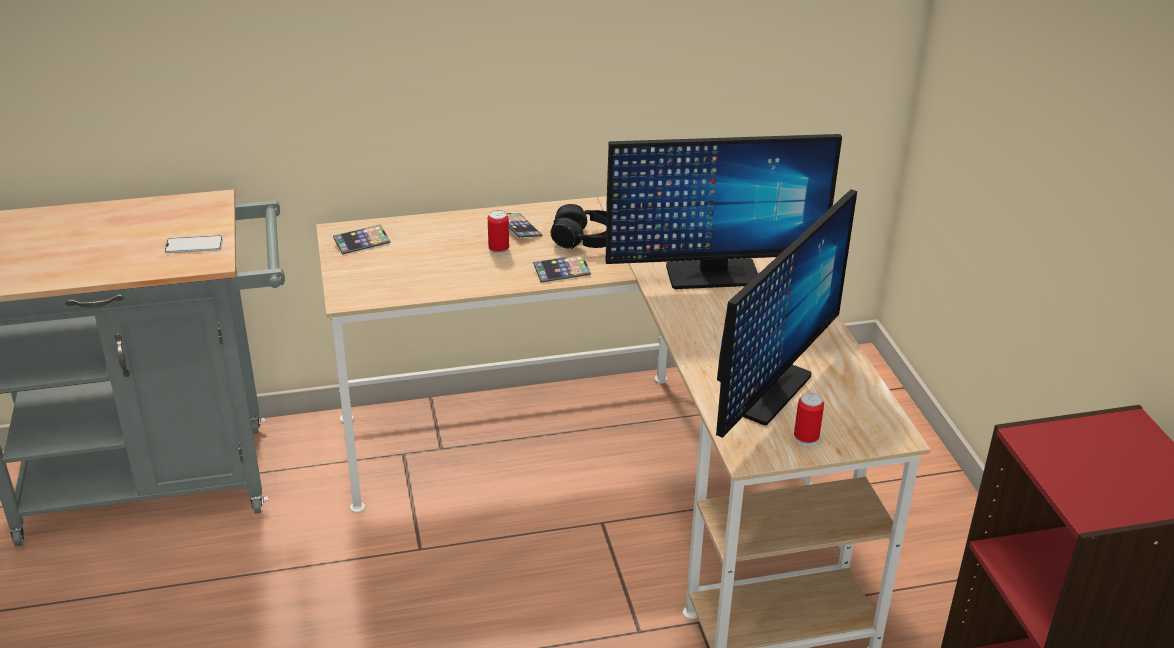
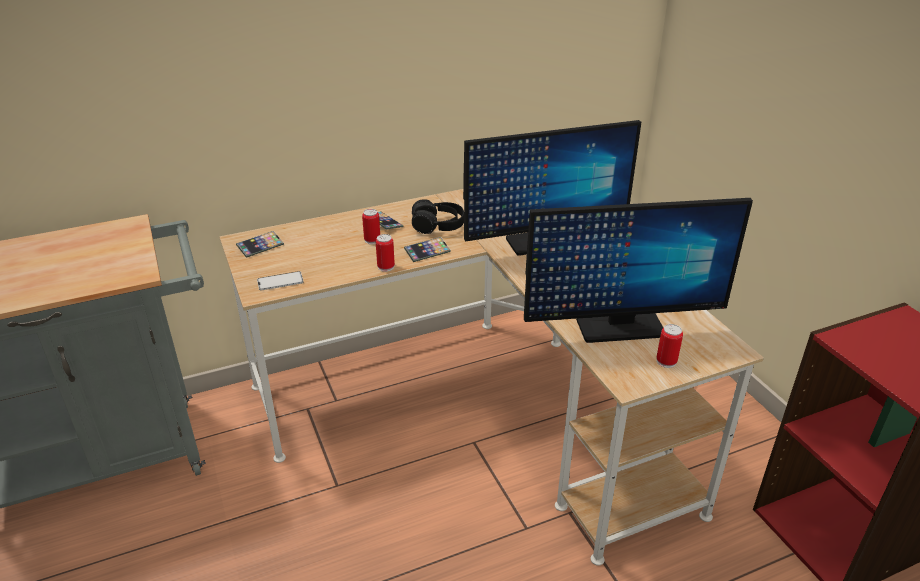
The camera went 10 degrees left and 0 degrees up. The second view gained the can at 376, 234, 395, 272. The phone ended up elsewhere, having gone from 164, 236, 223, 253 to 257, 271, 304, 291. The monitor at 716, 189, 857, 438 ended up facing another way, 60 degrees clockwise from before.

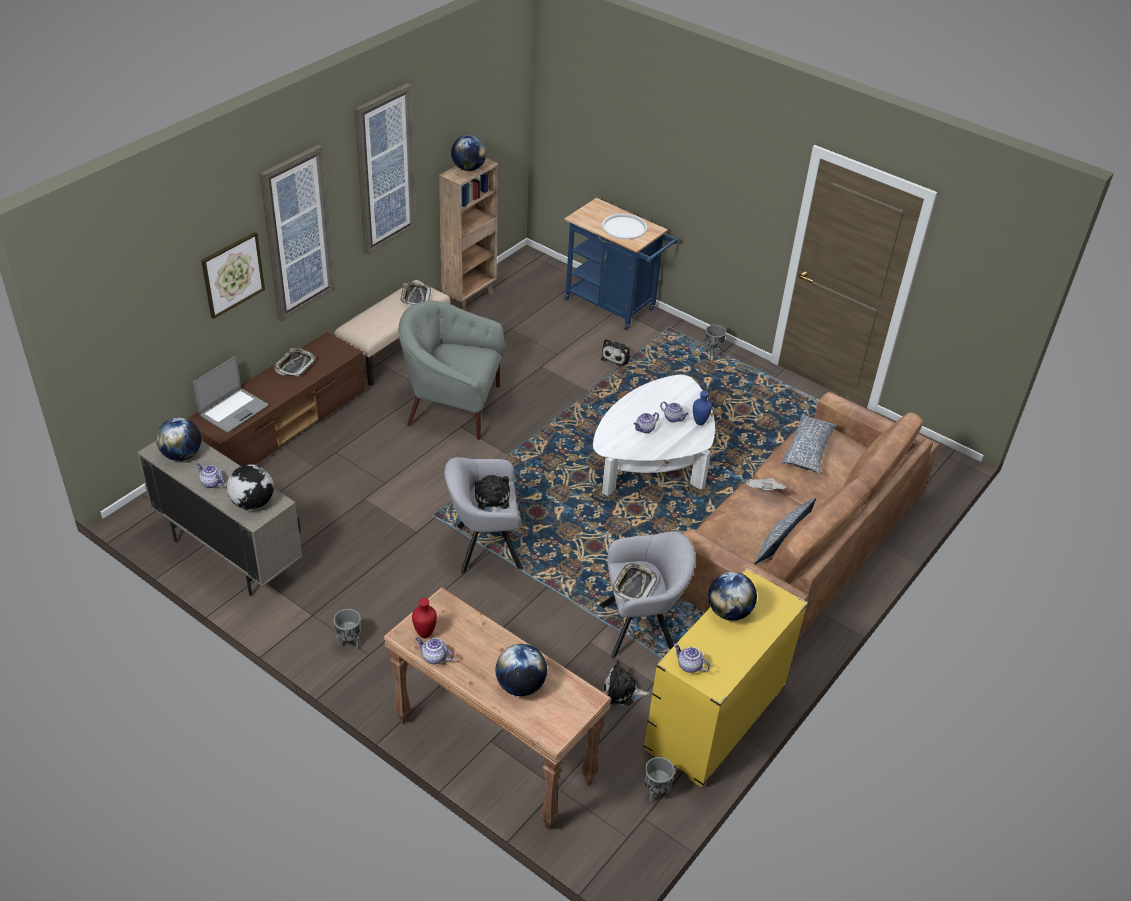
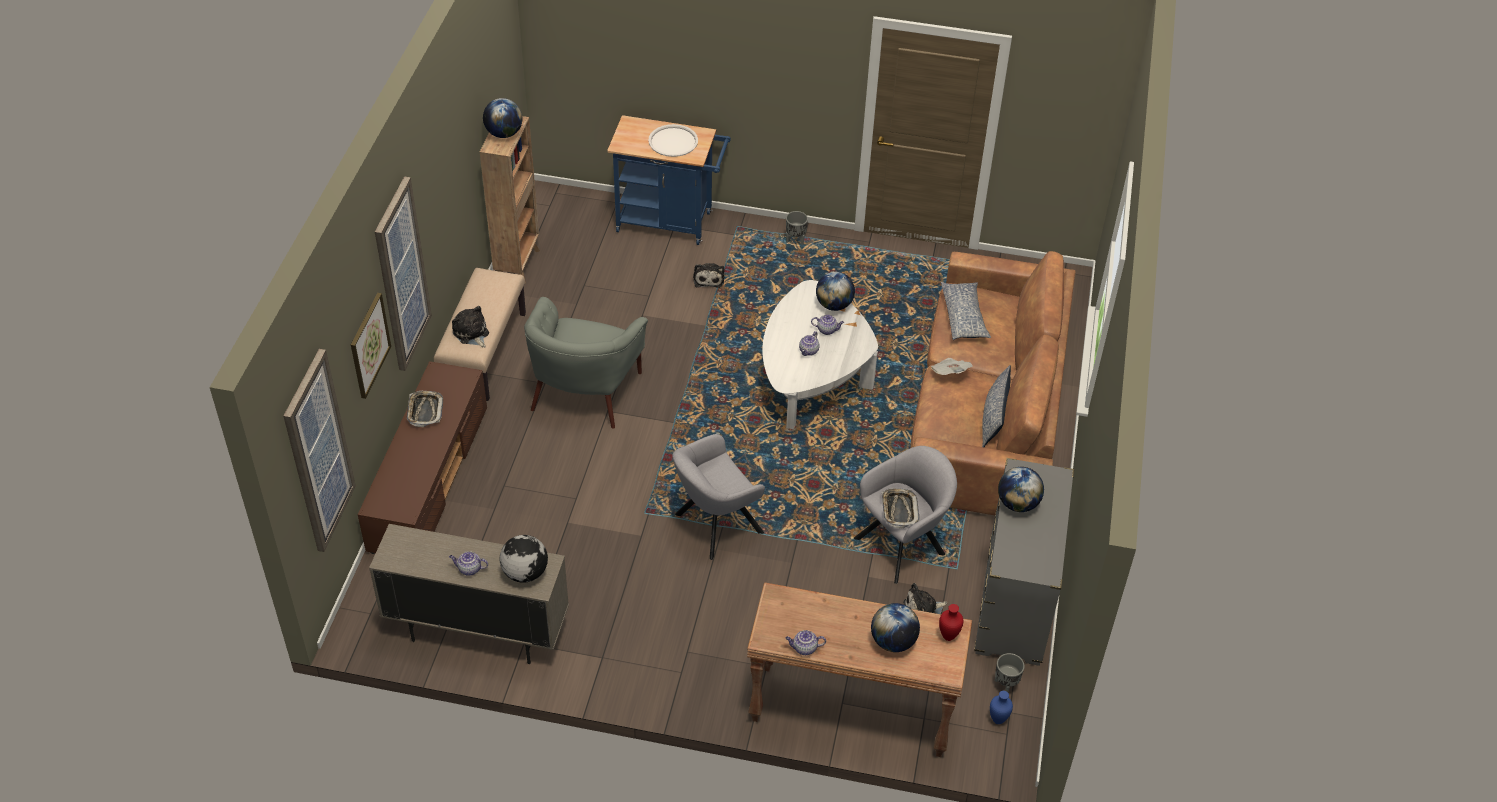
The camera went 25 degrees left and 5 degrees up. The second view lost the laptop at 193, 356, 268, 432. The second view lost the grey planter at 333, 609, 361, 648. The second view lost the tray at 400, 282, 431, 306. The second view lost the teapot at 674, 644, 710, 673. The globe ended up elsewhere, having gone from 156, 418, 201, 461 to 816, 272, 855, 311. The picture ended up elsewhere, having gone from 354, 83, 416, 255 to 283, 349, 356, 552. The red vase ended up elsewhere, having gone from 412, 598, 437, 638 to 939, 604, 964, 641. The plush toy ended up elsewhere, having gone from 475, 475, 510, 512 to 452, 306, 489, 348. The blue vase ended up elsewhere, having gone from 693, 391, 712, 425 to 990, 691, 1013, 724. What was the yellow dresser at 644, 568, 808, 787 turned into the grey dresser at 974, 458, 1074, 666. The grey armchair at 398, 300, 505, 440 ended up facing another way, 60 degrees counterclockwise from before.

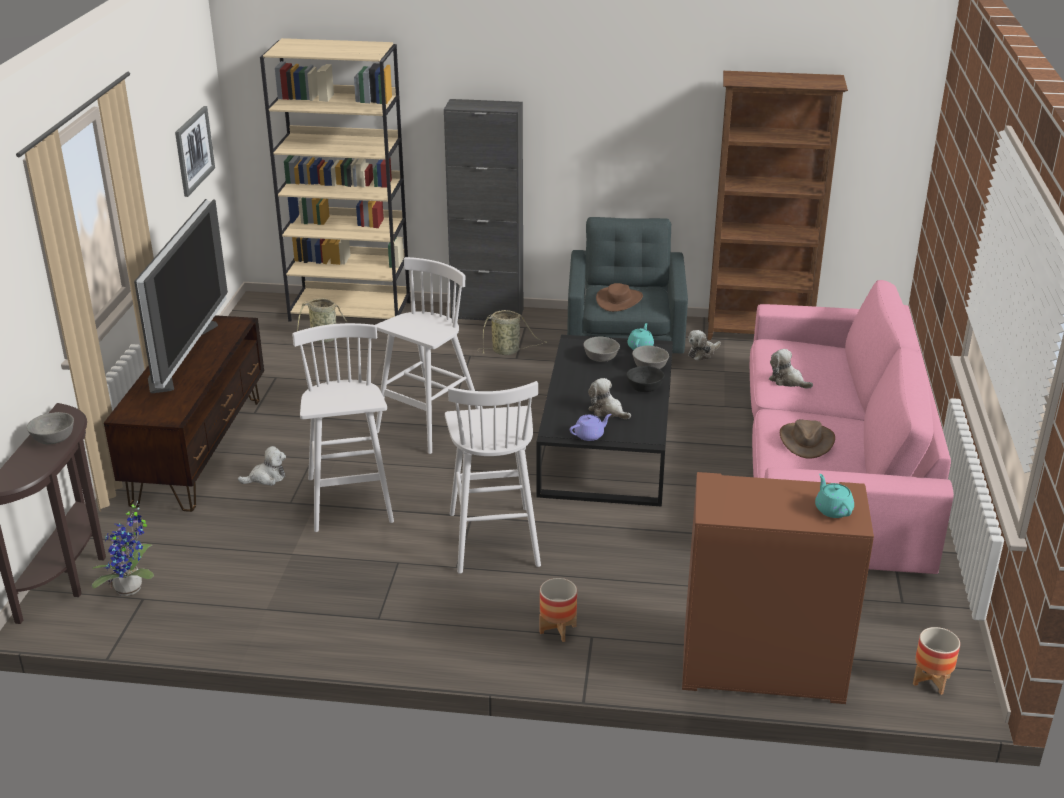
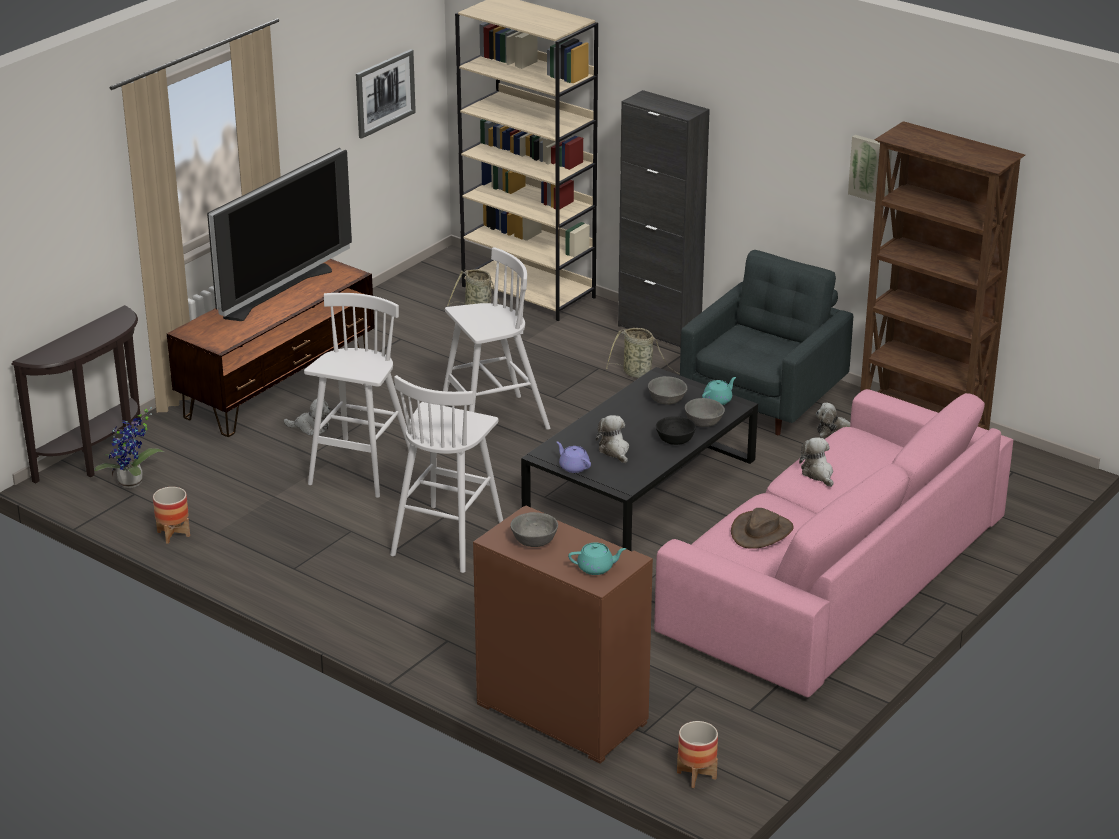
The camera went 30 degrees right and 0 degrees up. The second view lost the brown hat at 596, 283, 643, 312. The second view gained the picture at 848, 135, 892, 202. The grey bowl ended up elsewhere, having gone from 27, 412, 74, 444 to 510, 512, 558, 547. The planter ended up elsewhere, having gone from 539, 578, 577, 642 to 153, 487, 190, 544. The purple teapot at 570, 414, 611, 441 ended up facing another way, 135 degrees counterclockwise from before. The turquoise teapot at 815, 474, 854, 518 ended up facing another way, 75 degrees clockwise from before.

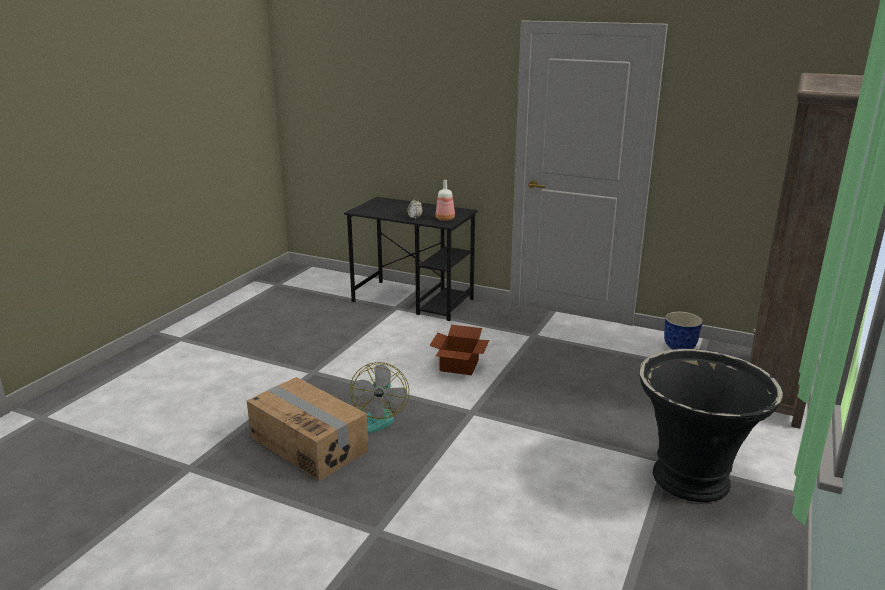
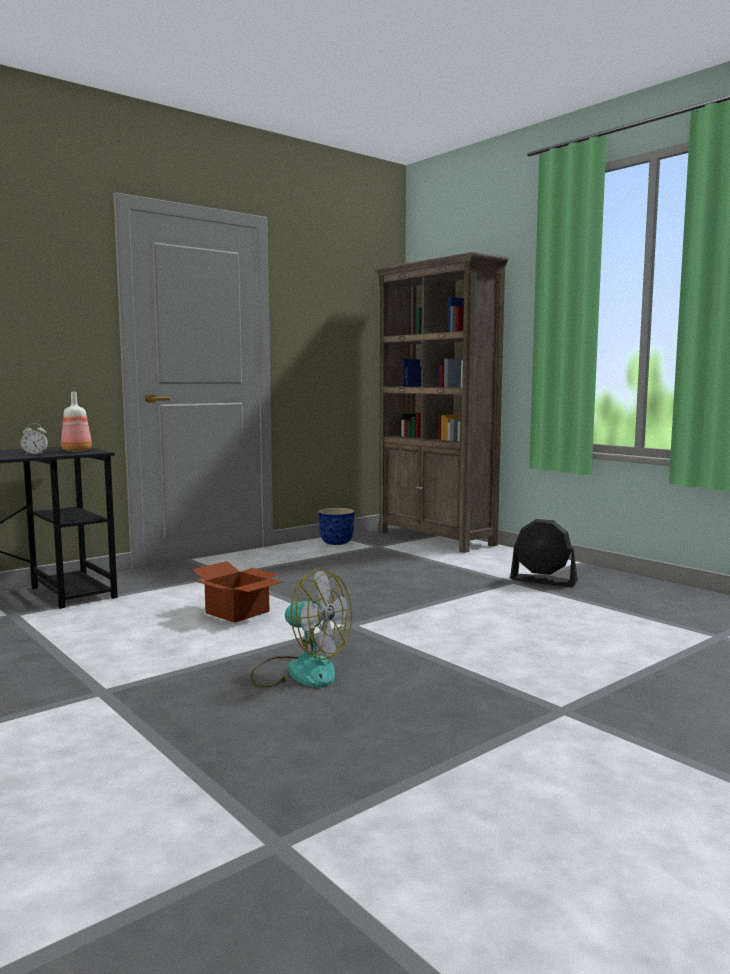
The camera went 65 degrees left and 15 degrees down. The second view lost the cardboard box at 247, 377, 368, 481. Where the black planter stood at 639, 349, 783, 502, the black fan came to stand at 510, 519, 578, 587.

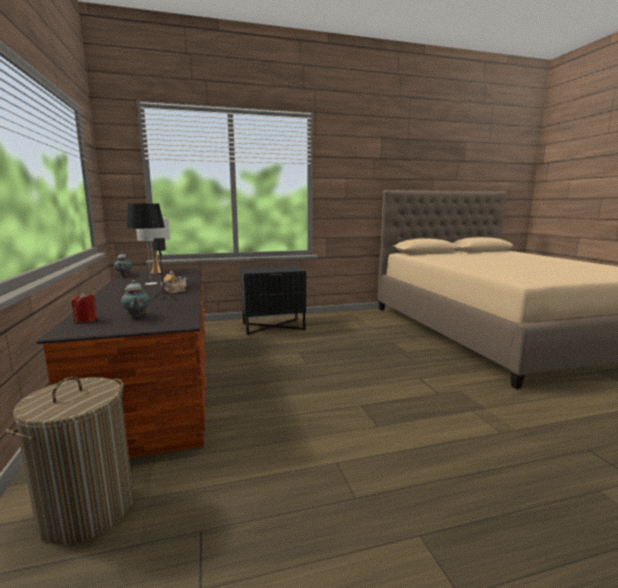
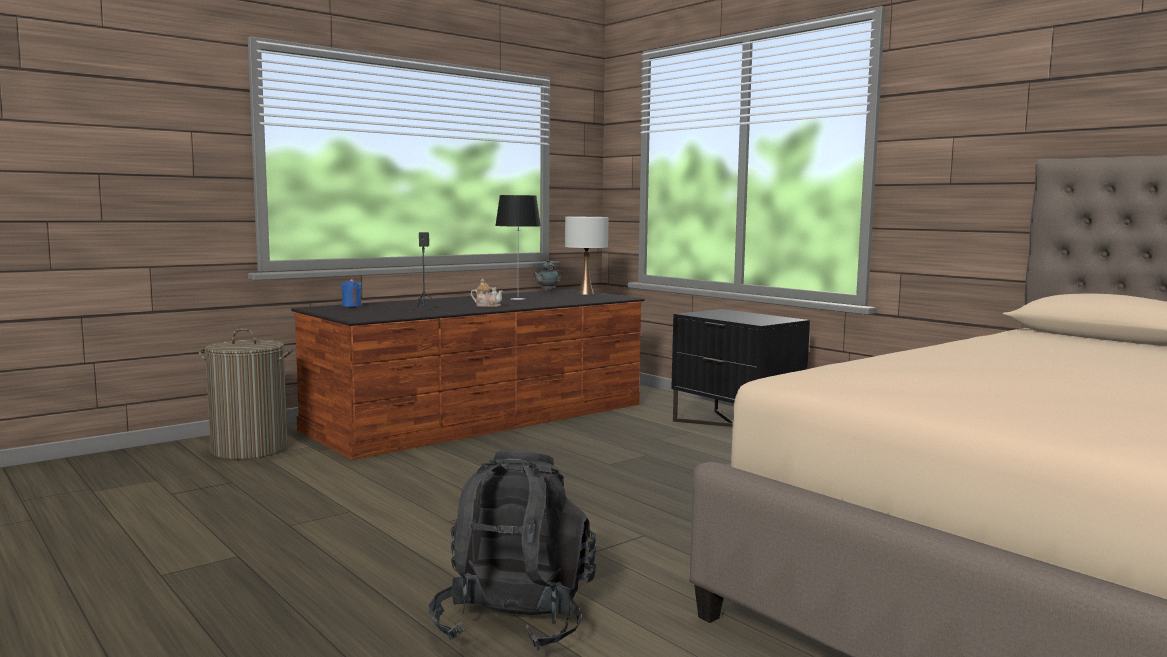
The camera went 65 degrees right and 5 degrees down. The second view lost the teapot at 121, 280, 150, 318. The second view gained the black backpack at 429, 450, 596, 651. What was the red candle at 72, 292, 97, 323 turned into the blue candle at 341, 278, 361, 307.

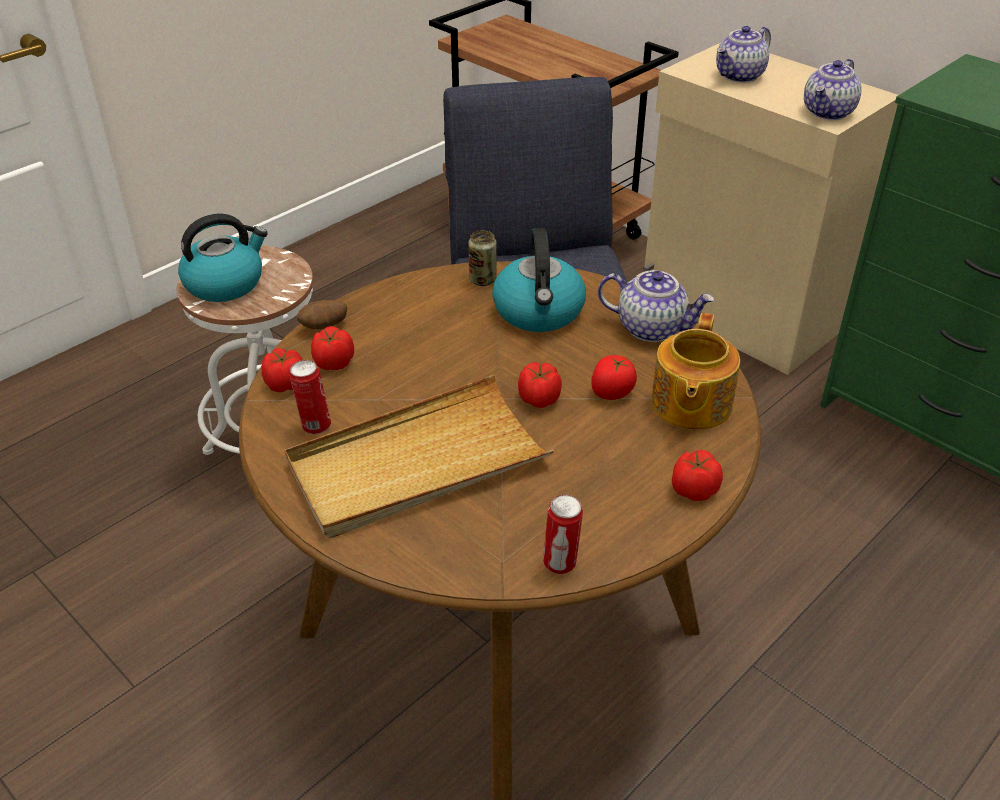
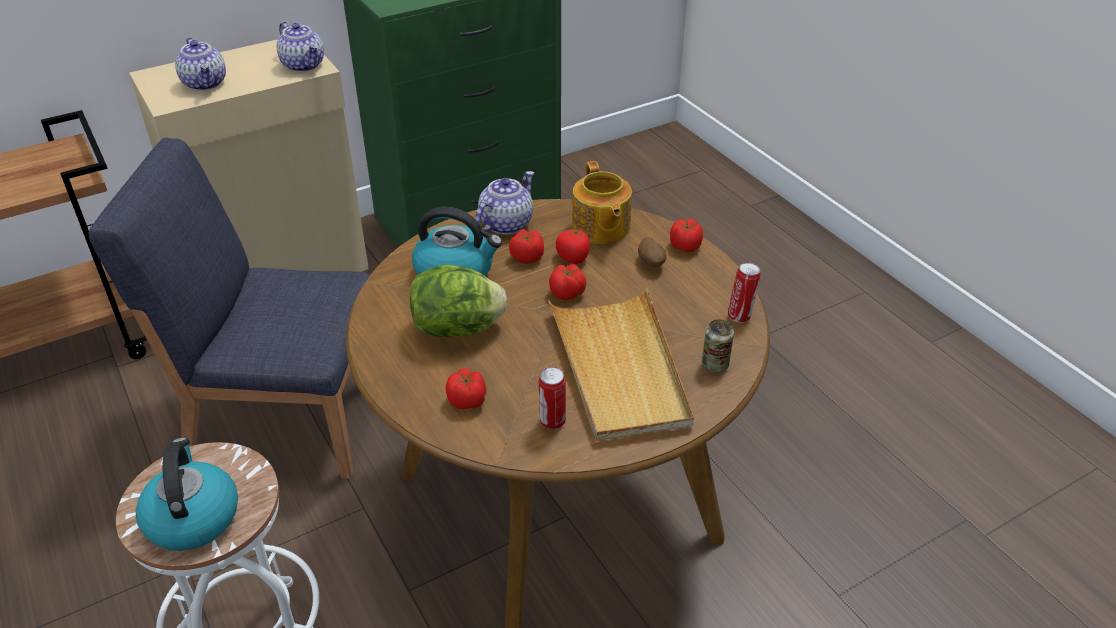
The camera went 75 degrees left and 0 degrees up. The second view gained the lettuce at 410, 265, 507, 337. The tomato ended up elsewhere, having gone from 262, 348, 302, 392 to 509, 229, 544, 264. The potato ended up elsewhere, having gone from 296, 300, 347, 330 to 638, 237, 666, 267. The can ended up elsewhere, having gone from 468, 230, 497, 286 to 702, 319, 734, 373. The teapot at 651, 313, 740, 430 ended up facing another way, 45 degrees clockwise from before.

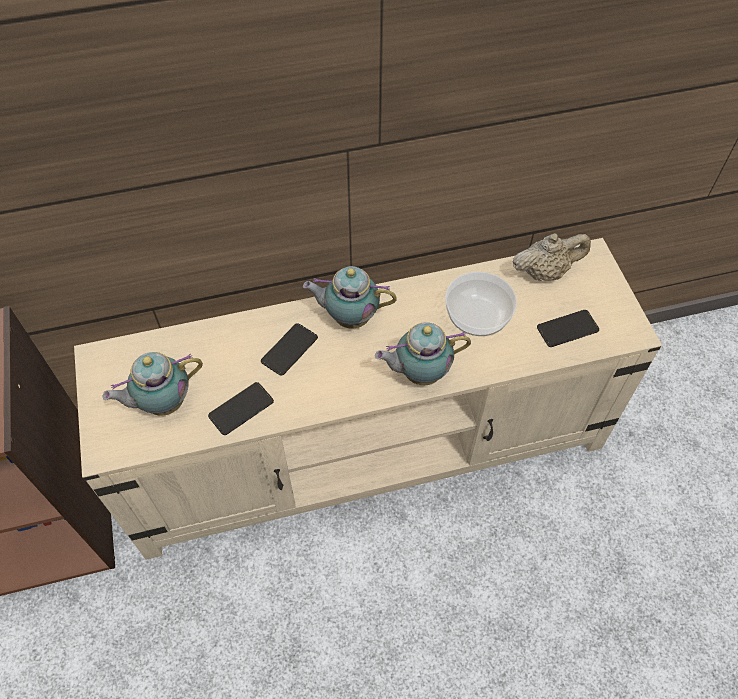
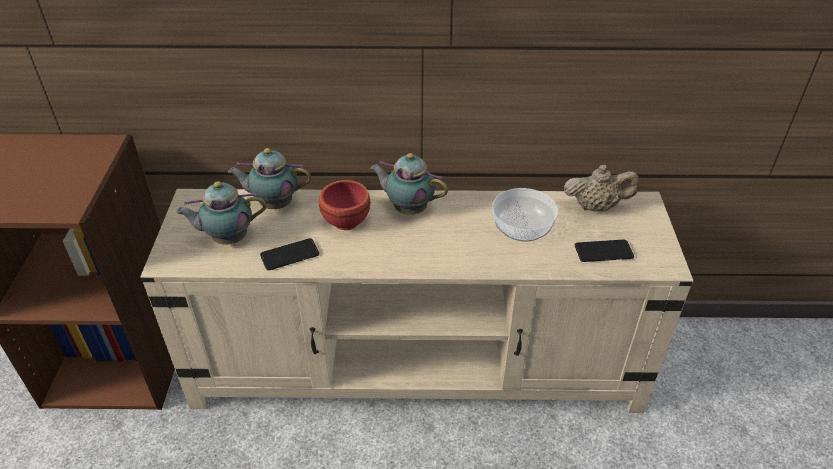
The camera went 15 degrees right and 15 degrees down. The teapot ended up elsewhere, having gone from 375, 322, 471, 385 to 228, 148, 311, 209. Where the phone stood at 261, 323, 318, 376, the red bowl came to stand at 319, 180, 371, 230.

